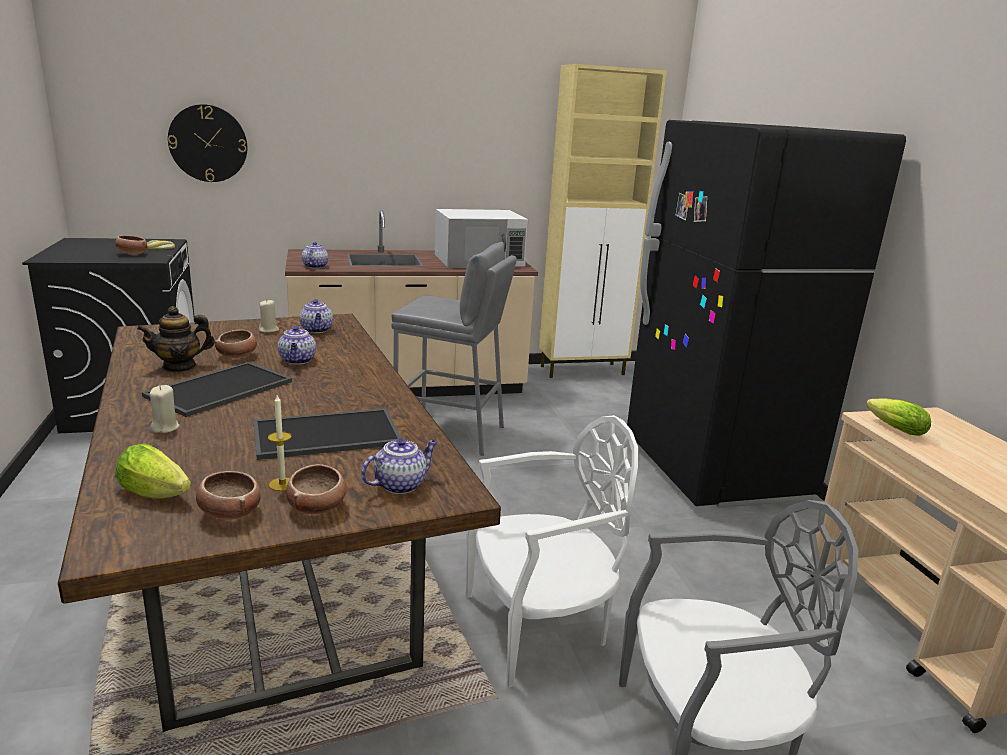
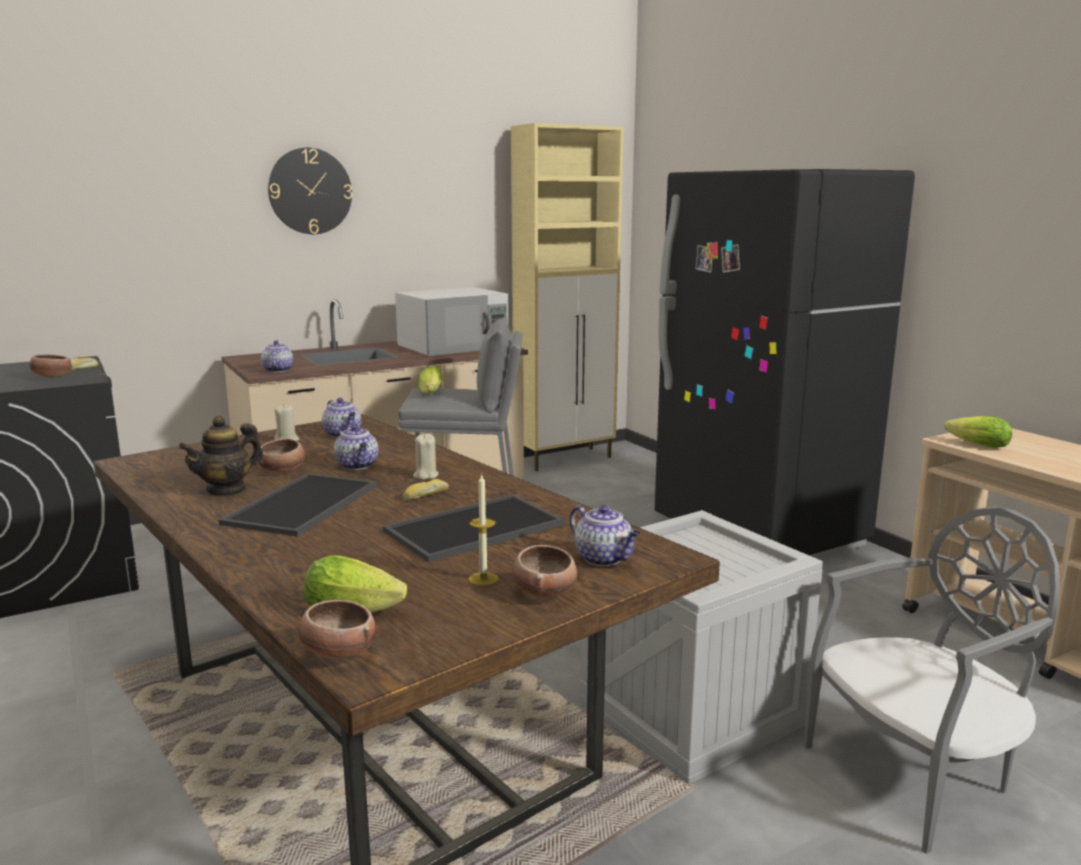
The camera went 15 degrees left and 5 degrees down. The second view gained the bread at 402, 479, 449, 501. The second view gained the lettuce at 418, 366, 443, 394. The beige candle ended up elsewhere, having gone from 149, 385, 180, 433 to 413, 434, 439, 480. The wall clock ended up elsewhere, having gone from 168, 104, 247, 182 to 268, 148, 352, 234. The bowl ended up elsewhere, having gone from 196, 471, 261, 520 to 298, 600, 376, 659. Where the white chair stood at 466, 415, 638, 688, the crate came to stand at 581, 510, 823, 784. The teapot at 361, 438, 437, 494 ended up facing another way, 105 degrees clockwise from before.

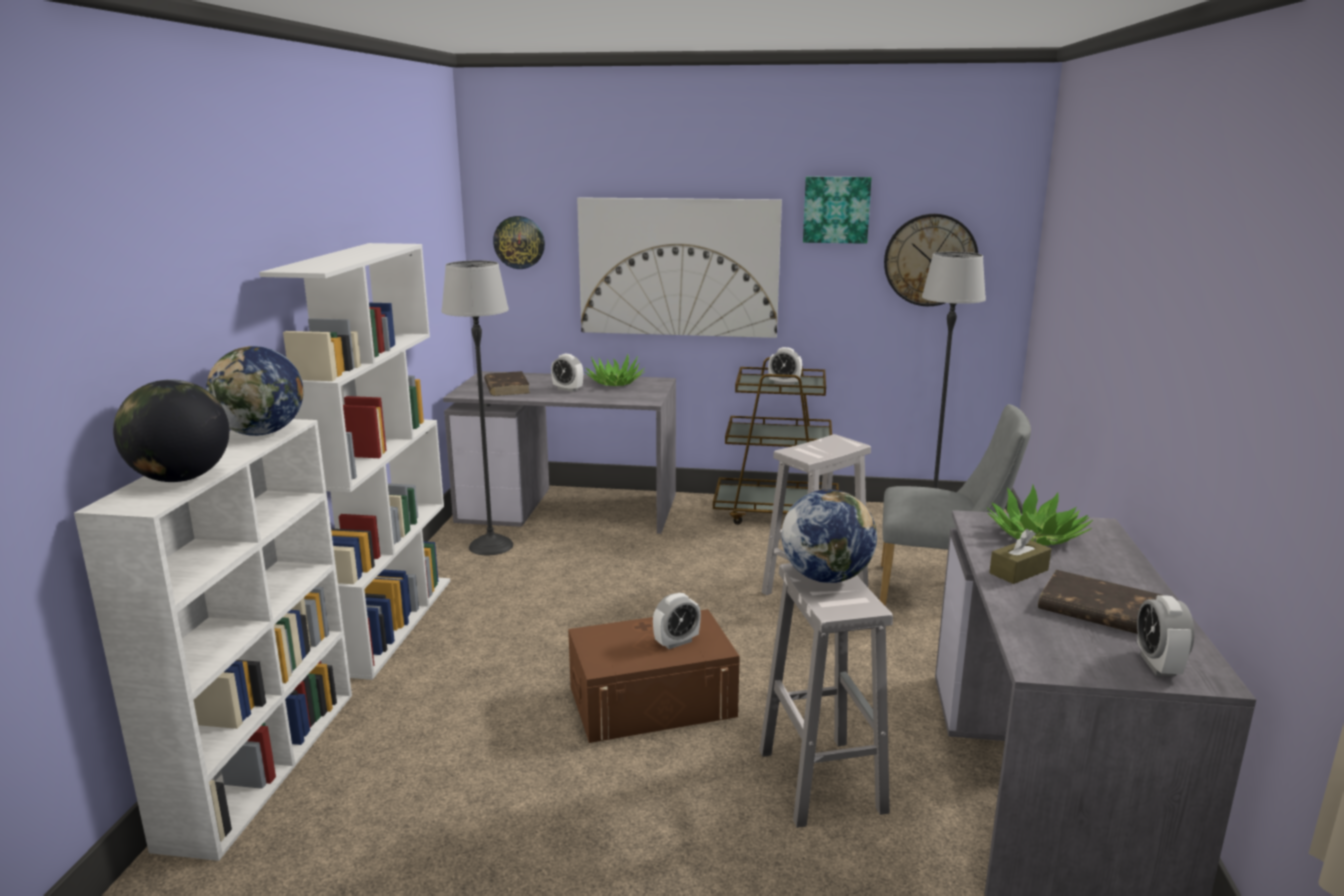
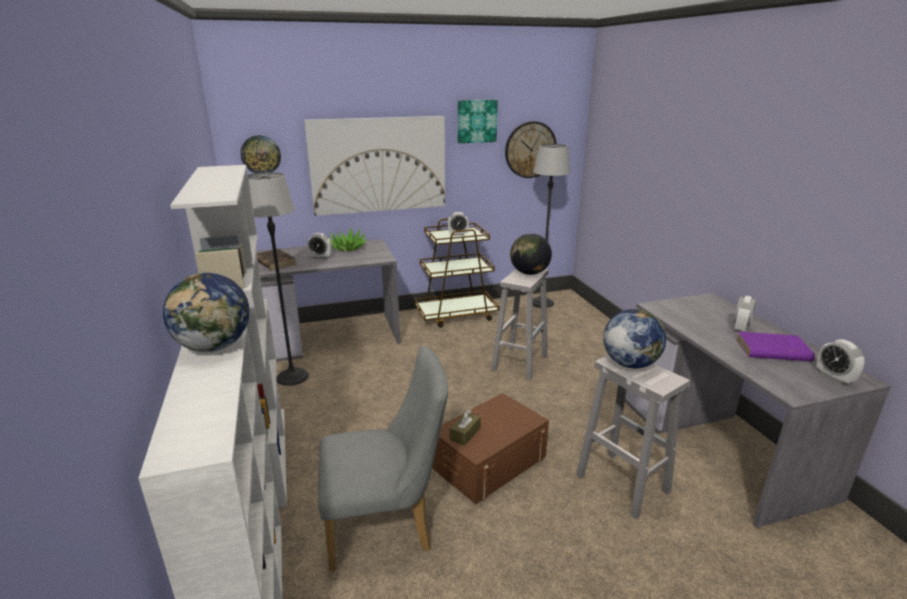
The camera went 25 degrees left and 5 degrees up. The second view lost the potted plant at 987, 485, 1093, 546. The globe ended up elsewhere, having gone from 113, 379, 229, 482 to 510, 234, 552, 275. The alarm clock ended up elsewhere, having gone from 653, 593, 701, 649 to 733, 296, 756, 332. The grey chair ended up elsewhere, having gone from 880, 404, 1031, 606 to 318, 346, 448, 572. The brown tissue box ended up elsewhere, having gone from 989, 529, 1051, 584 to 449, 410, 481, 446. What was the brown book at 1038, 570, 1164, 634 turned into the purple book at 736, 332, 815, 362.

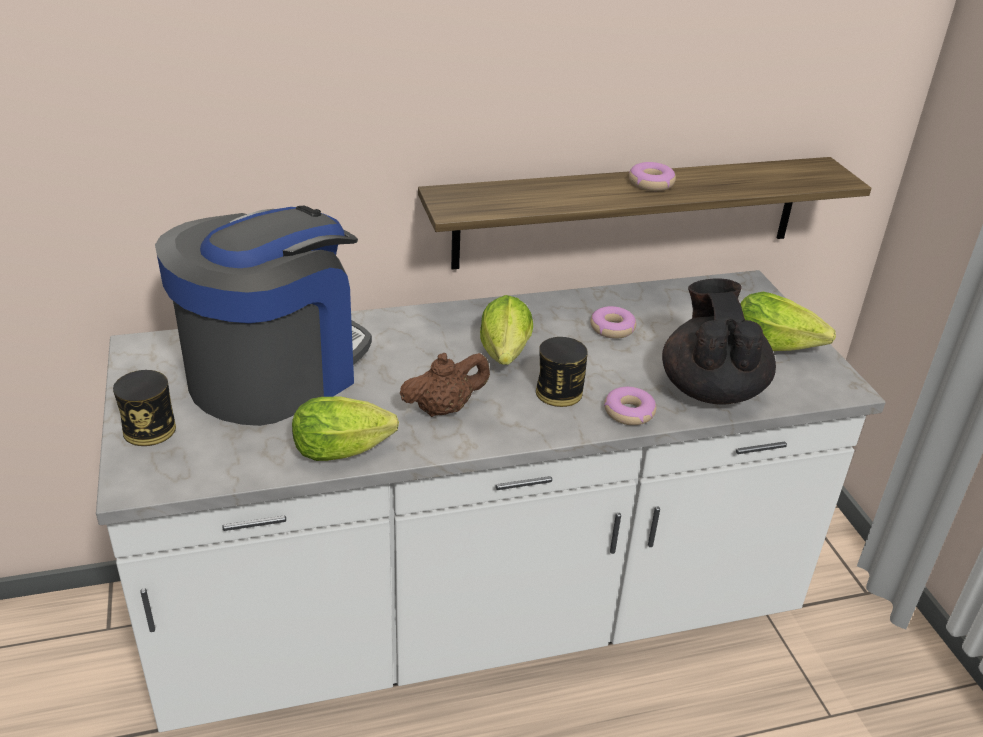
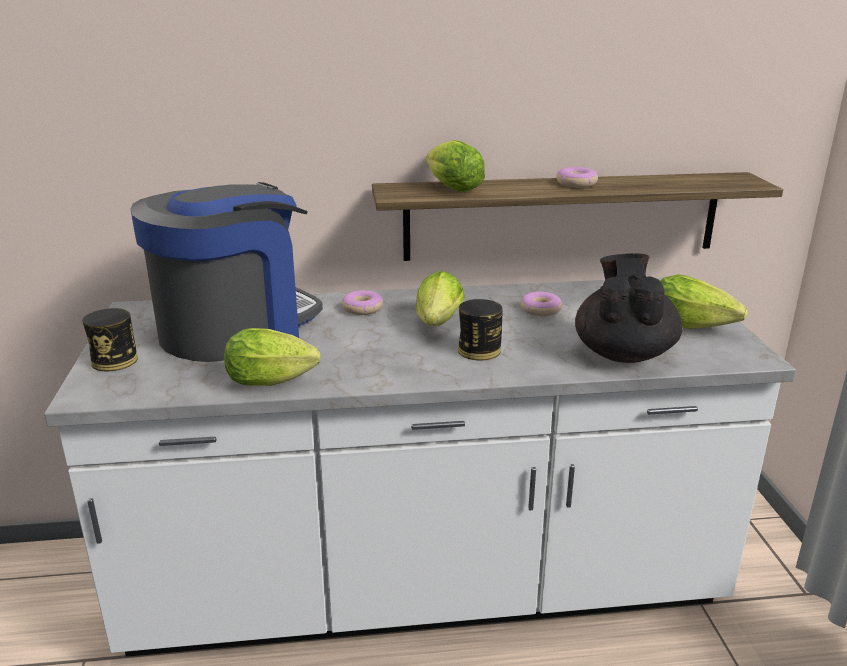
The camera went 10 degrees right and 10 degrees down. The second view lost the brown teapot at 400, 353, 490, 417. The second view gained the lettuce at 426, 140, 485, 192. The donut ended up elsewhere, having gone from 604, 387, 656, 425 to 342, 290, 384, 315.

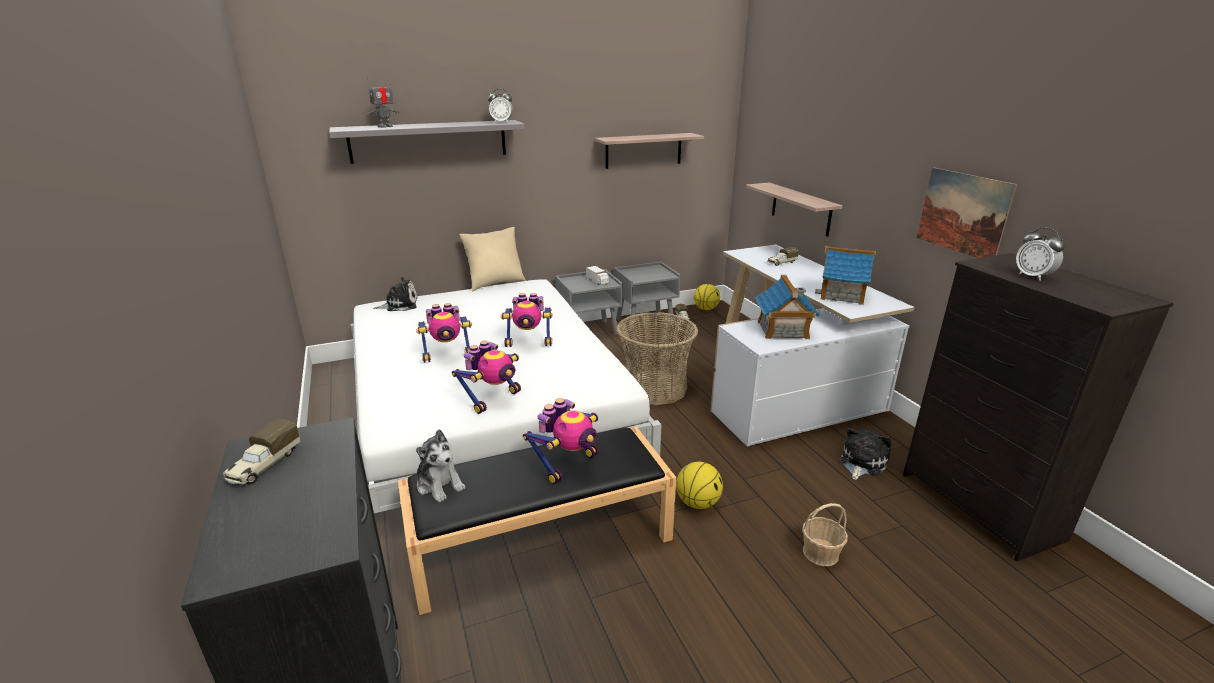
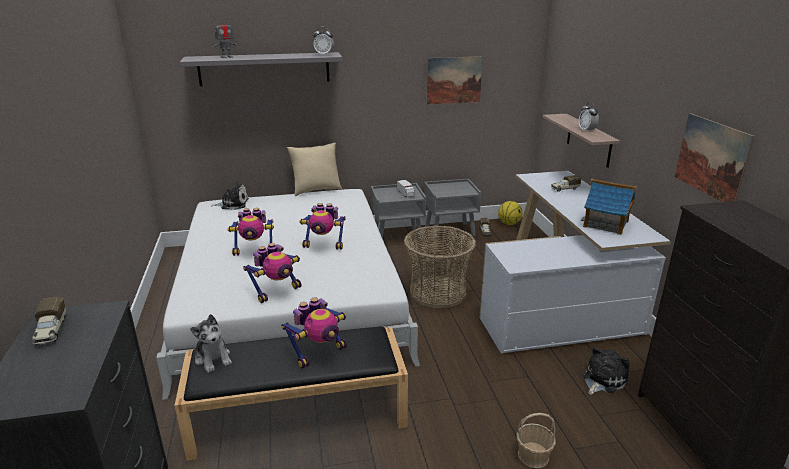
The camera went 10 degrees right and 0 degrees up. The second view lost the basketball at 676, 462, 723, 509. The second view lost the toy house at 755, 275, 820, 339. The alarm clock ended up elsewhere, having gone from 1016, 227, 1065, 281 to 579, 102, 599, 133. Where the shelf hung at 595, 133, 704, 169, the picture came to hang at 427, 56, 483, 104. The toy truck at 222, 419, 301, 485 ended up facing another way, 45 degrees counterclockwise from before.

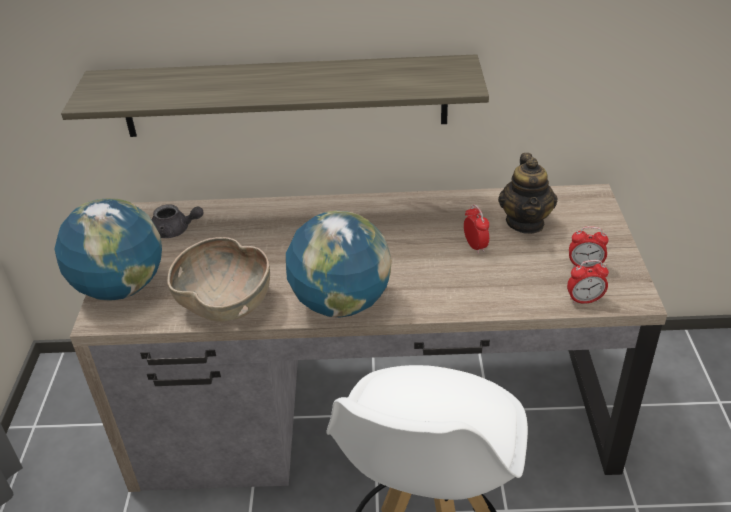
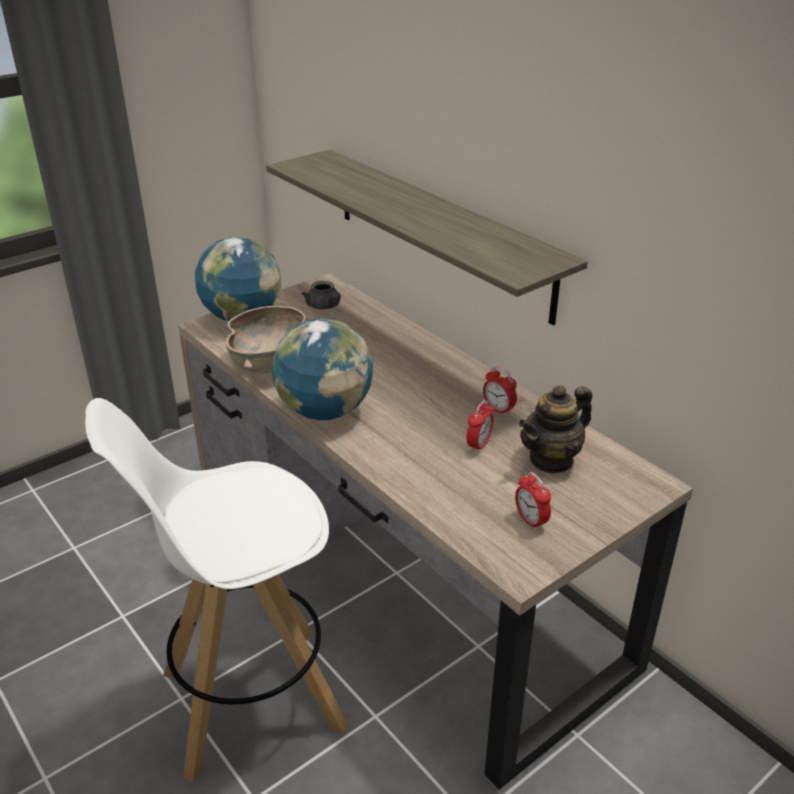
The camera went 50 degrees right and 5 degrees down. The alarm clock ended up elsewhere, having gone from 567, 260, 609, 304 to 483, 366, 517, 416.

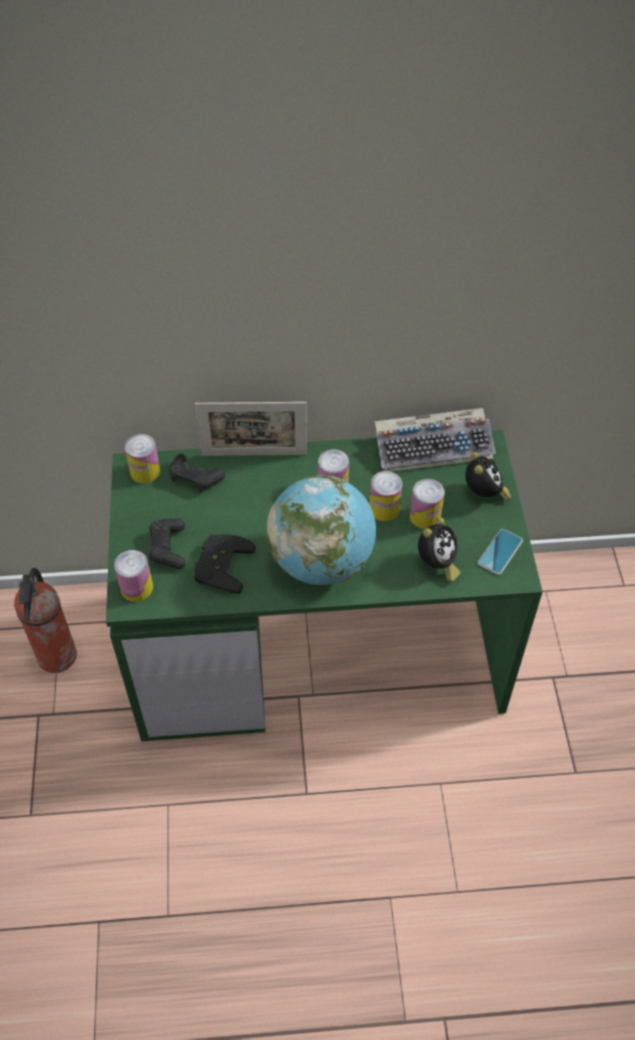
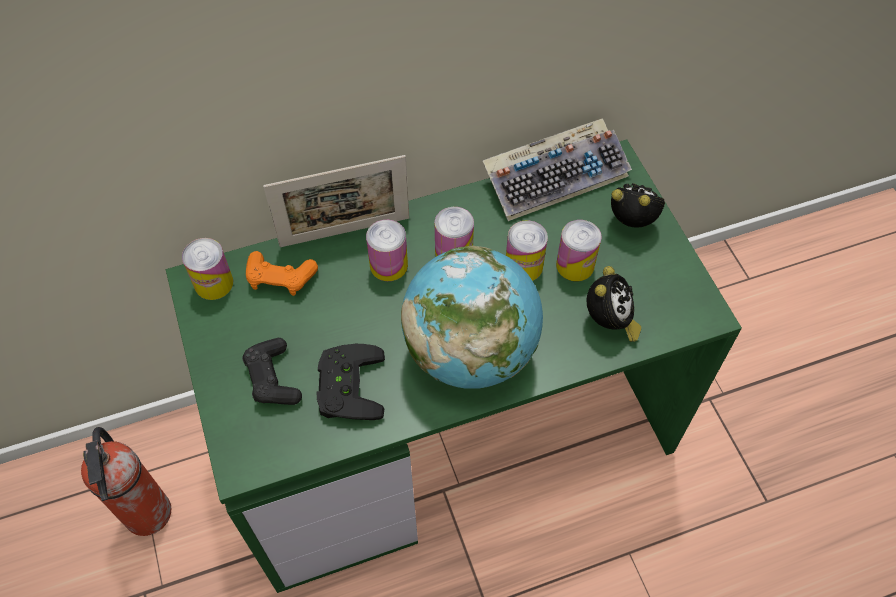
The camera went 15 degrees left and 5 degrees up. The second view lost the phone at 477, 529, 523, 575. The can ended up elsewhere, having gone from 114, 550, 153, 602 to 366, 220, 408, 281. What was the black game controller at 169, 454, 225, 492 turned into the orange game controller at 246, 251, 318, 296. The alarm clock at 465, 452, 511, 501 ended up facing another way, 45 degrees counterclockwise from before.

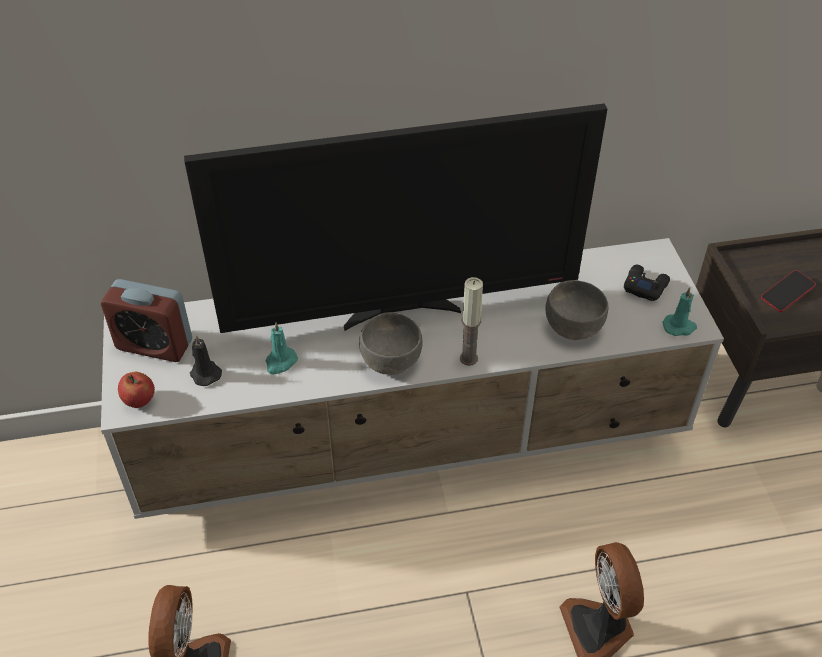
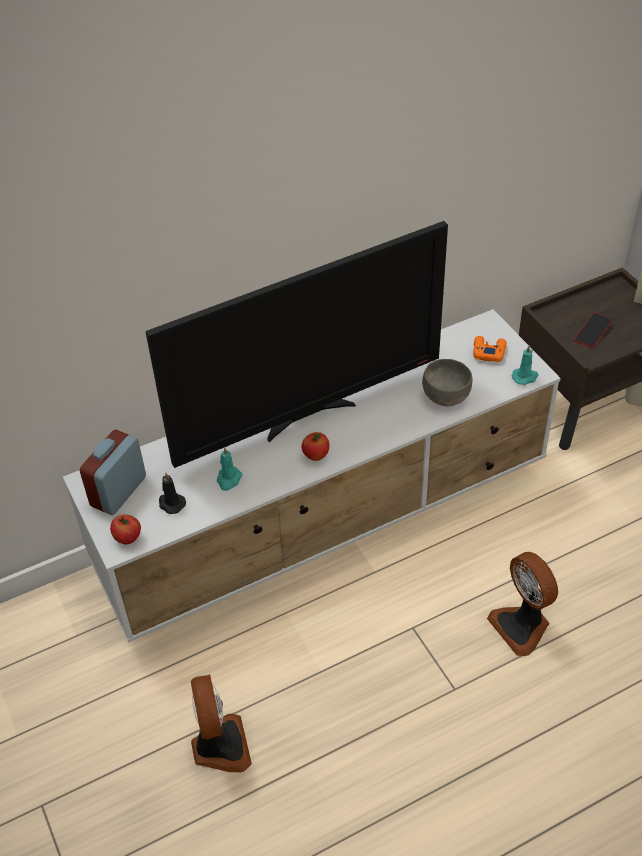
The camera went 15 degrees left and 0 degrees up. The second view lost the candle at 460, 277, 483, 366. Where the grey bowl stood at 359, 312, 423, 375, the apple came to stand at 301, 432, 329, 461. What was the black game controller at 624, 265, 670, 301 turned into the orange game controller at 473, 336, 507, 362. The alarm clock at 101, 279, 192, 362 ended up facing another way, 120 degrees clockwise from before.

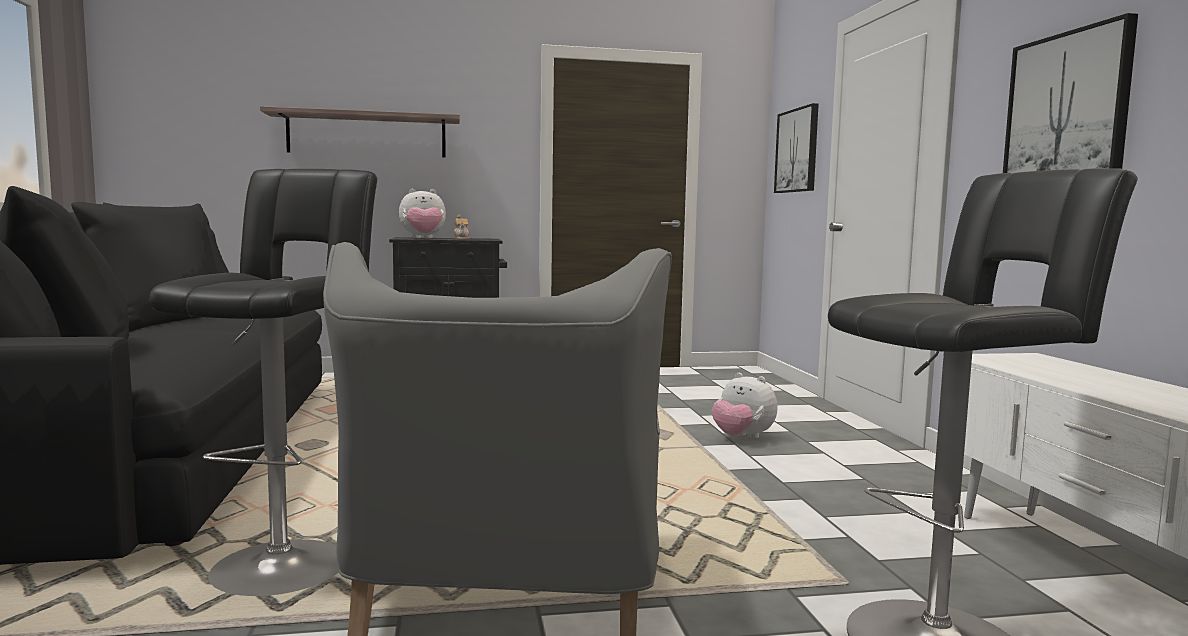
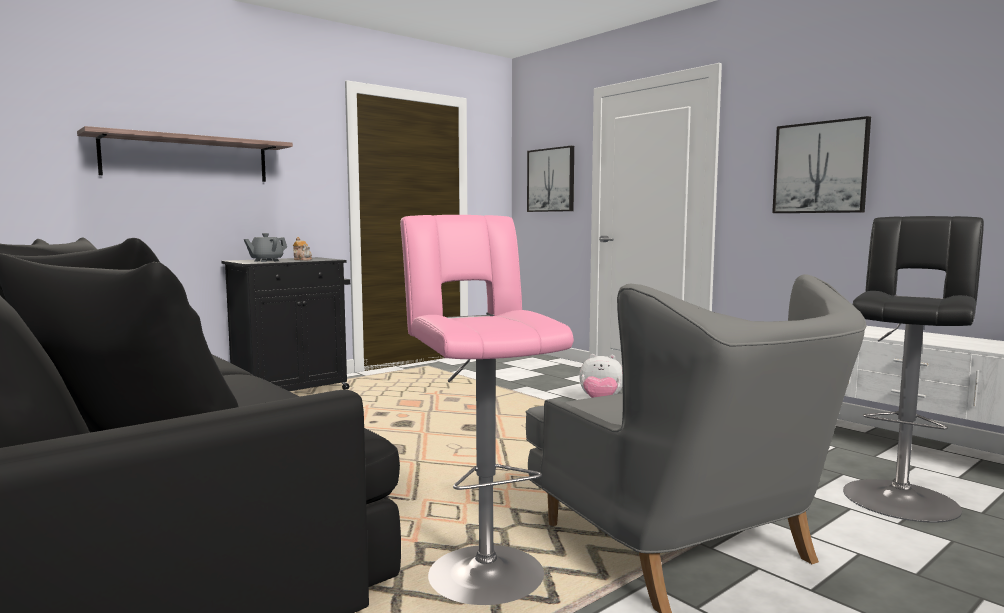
The camera went 30 degrees left and 0 degrees up. Where the plush toy stood at 399, 189, 446, 238, the grey teapot came to stand at 244, 233, 287, 262. What was the black stool at 149, 169, 377, 596 turned into the pink stool at 400, 215, 574, 605.

